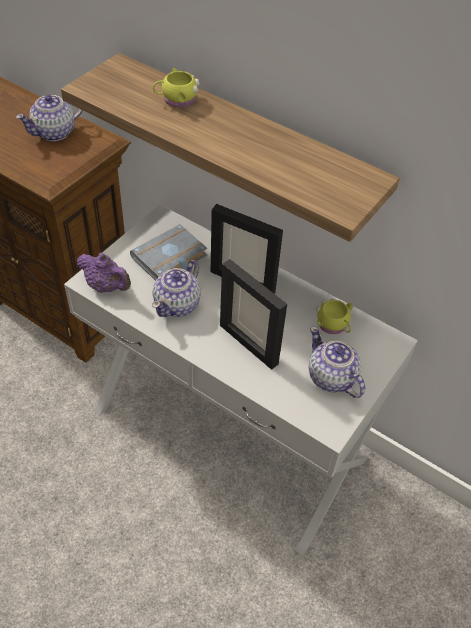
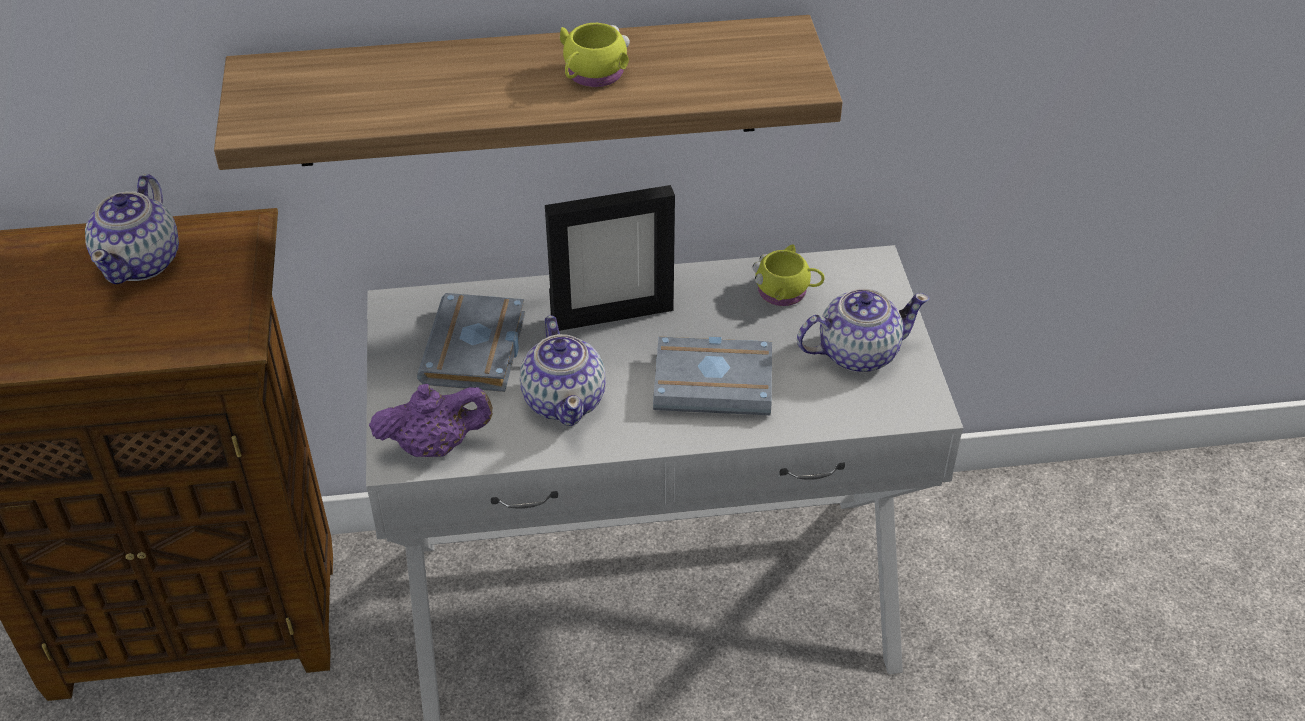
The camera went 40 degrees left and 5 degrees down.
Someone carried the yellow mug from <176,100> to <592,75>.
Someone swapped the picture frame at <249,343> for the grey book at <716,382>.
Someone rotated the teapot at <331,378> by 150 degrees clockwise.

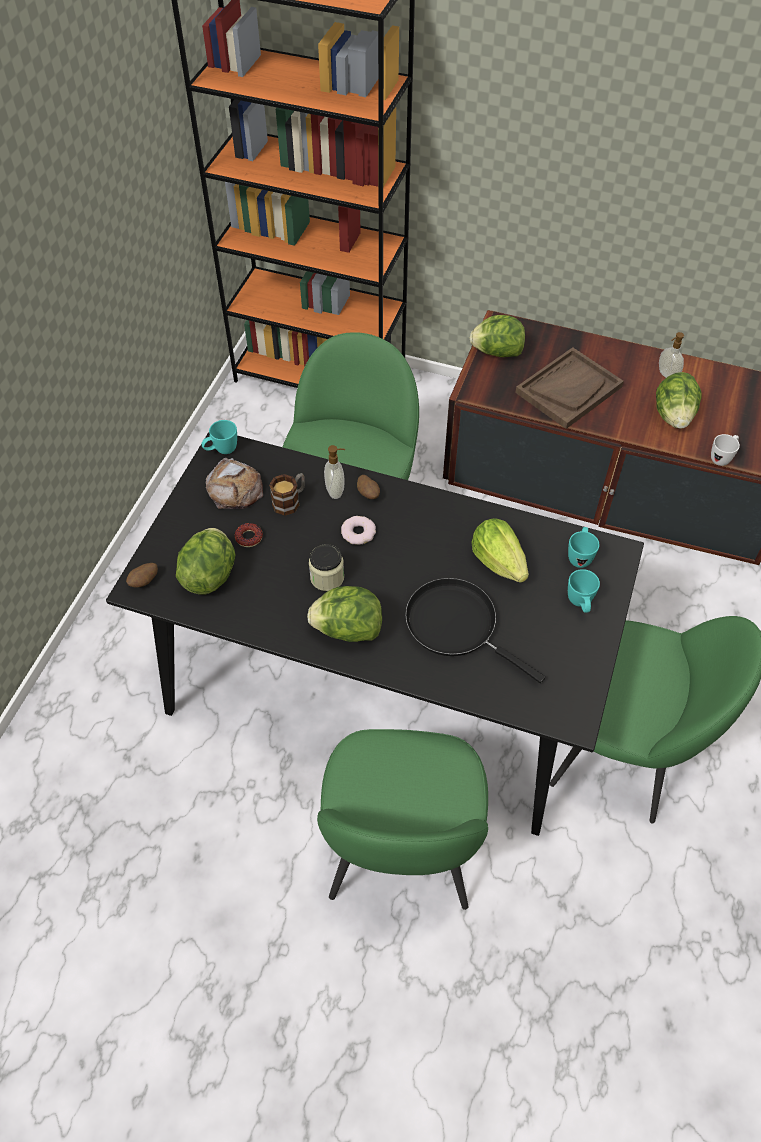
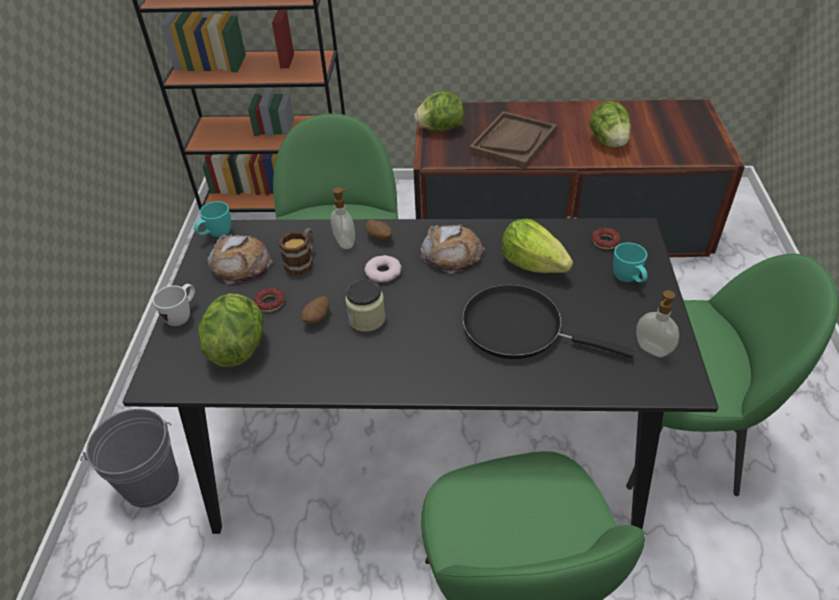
The camera went 15 degrees left and 10 degrees down.
Someone took away the lettuce at <347,629>.
Someone put down the grey bucket at <151,482>.
Someone put down the bread at <452,253>.
Someone carried the potato from <144,581> to <317,319>.
Someone carried the soap dispenser from <666,375> to <651,350>.
Someone carried the white mug from <722,458> to <183,315>.
Someone swapped the turquoise mug at <579,556> for the donut at <605,241>.

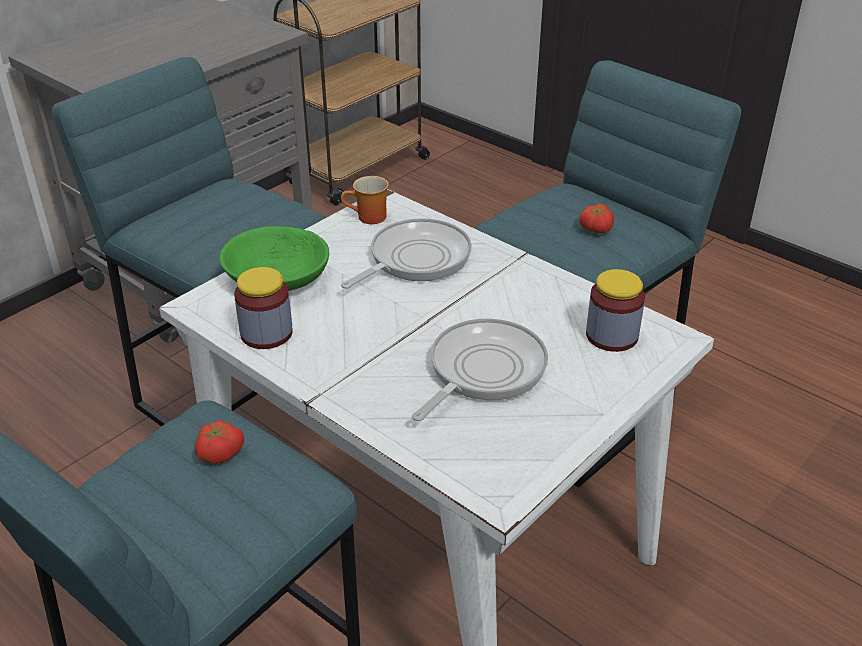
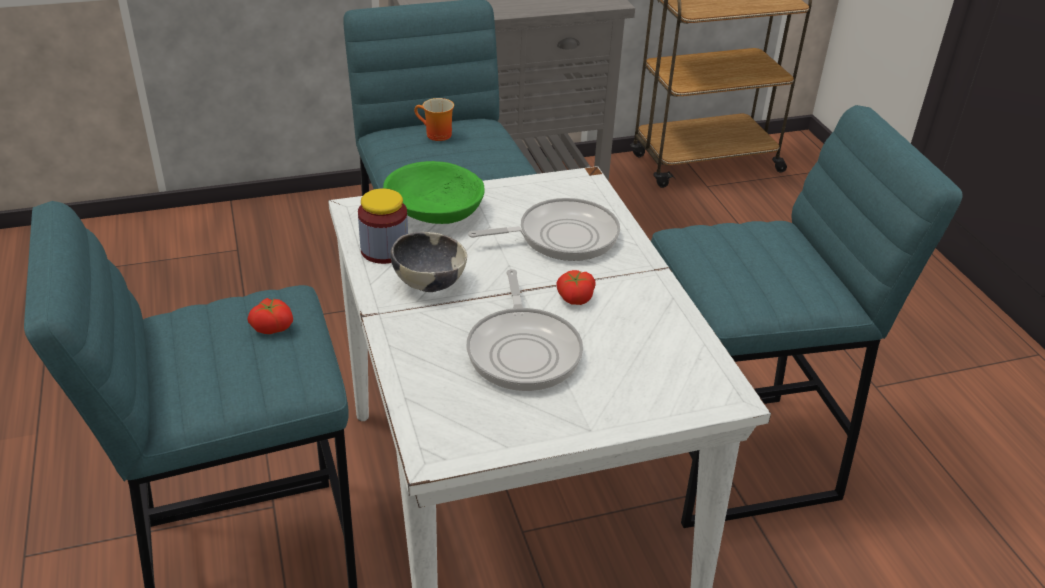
The camera went 30 degrees right and 0 degrees up.
Someone took away the jar at <611,336>.
Someone put down the bowl at <429,283>.
Someone carried the mug from <368,218> to <435,135>.
Someone carried the tomato from <595,229> to <574,297>.
Someone rotated the frying pan at <482,371> by 105 degrees clockwise.

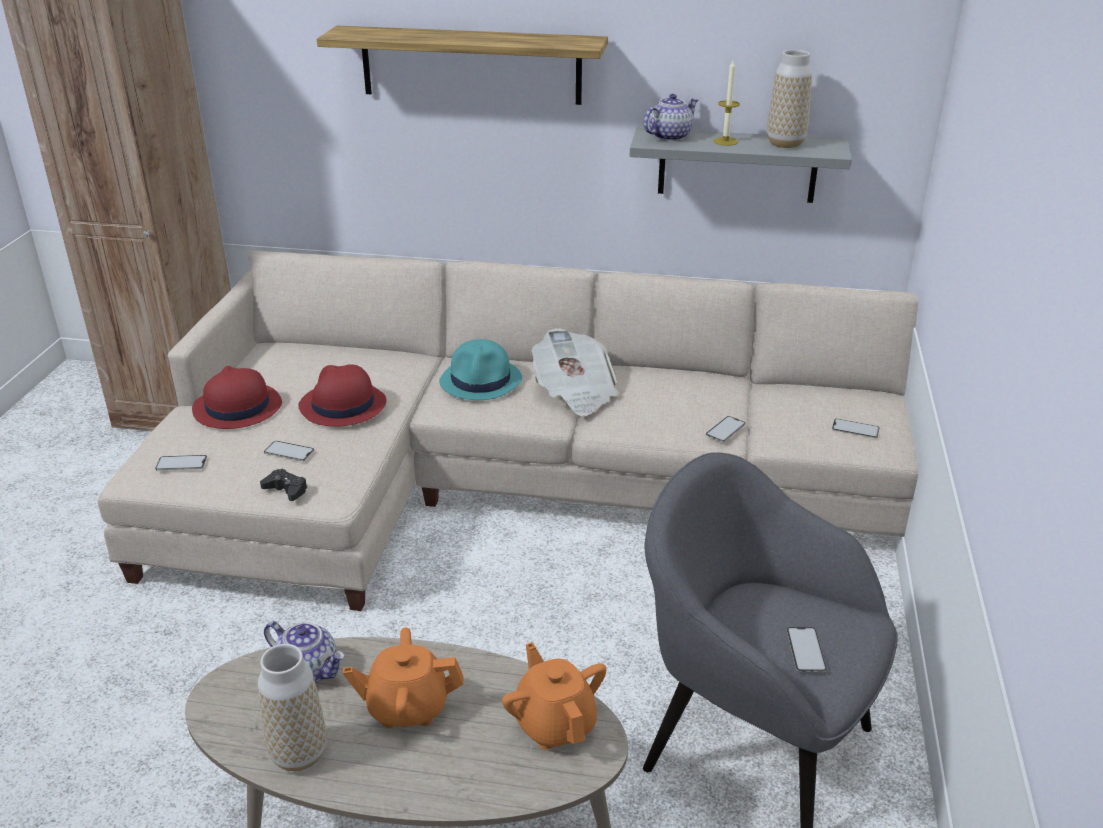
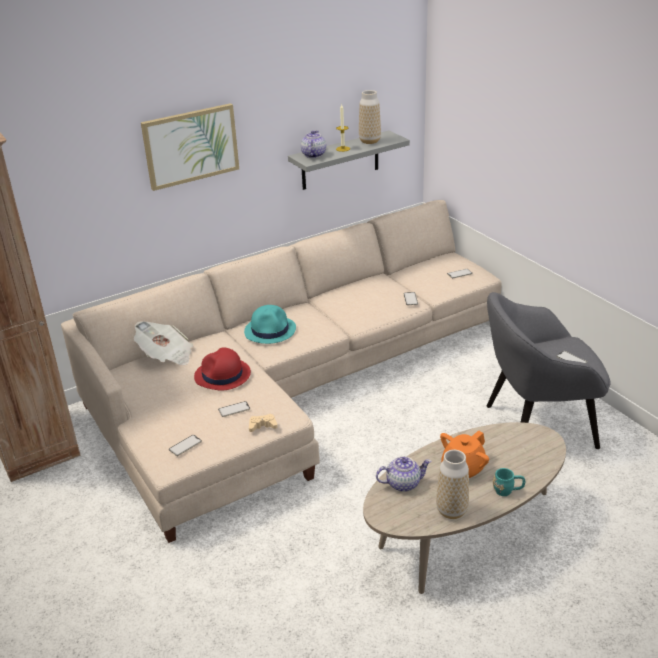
The camera went 40 degrees left and 0 degrees up.
Someone took away the red hat at <237,408>.
Someone took away the orange teapot at <555,723>.
Someone put down the turquoise mug at <508,491>.
Someone carried the newspaper from <574,392> to <166,355>.
Someone swapped the shelf at <471,65> for the picture at <191,146>.
Someone repainted the black game controller at <286,489>, which became the beige game controller at <262,426>.

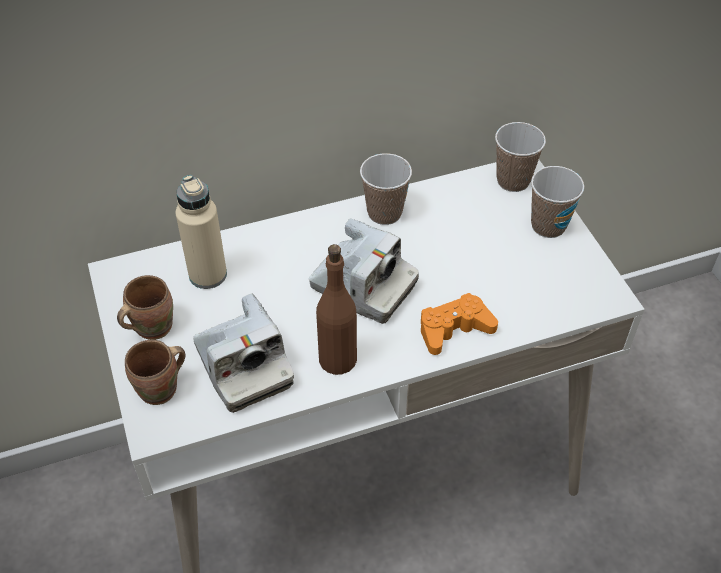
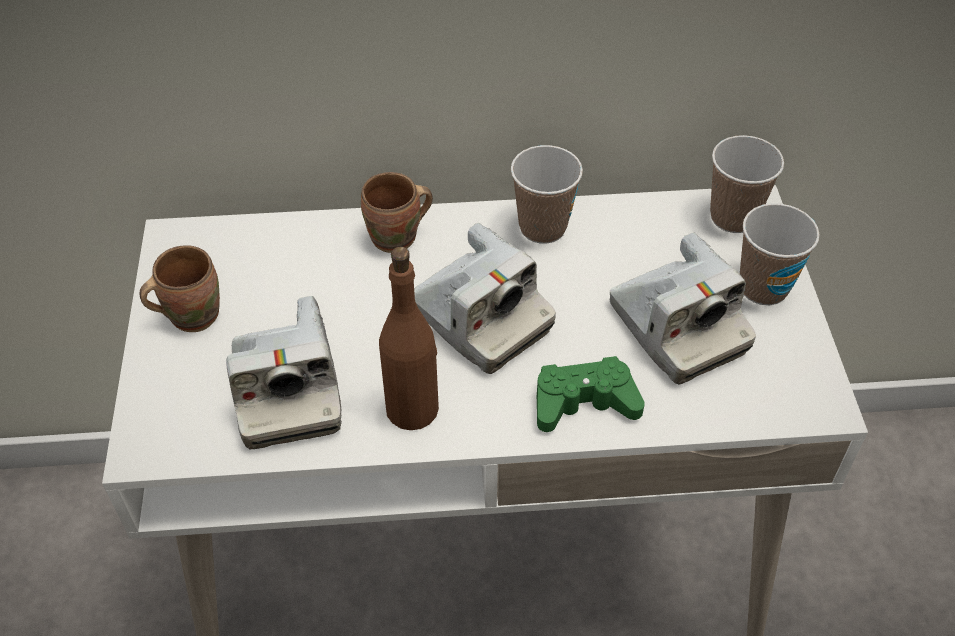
The camera went 15 degrees right and 0 degrees up.
Someone took away the beige bottle at <208,275>.
Someone put down the photo camera at <677,328>.
Someone carried the brown mug from <161,390> to <397,239>.
Someone repainted the orange game controller at <454,329>, which became the green game controller at <584,402>.

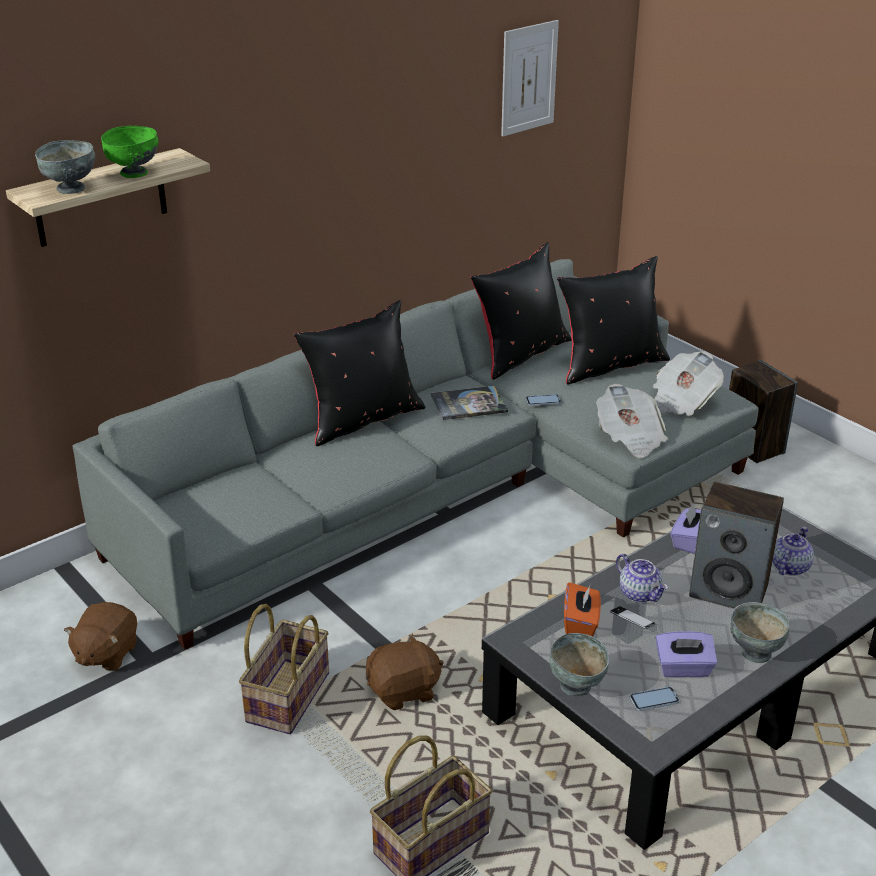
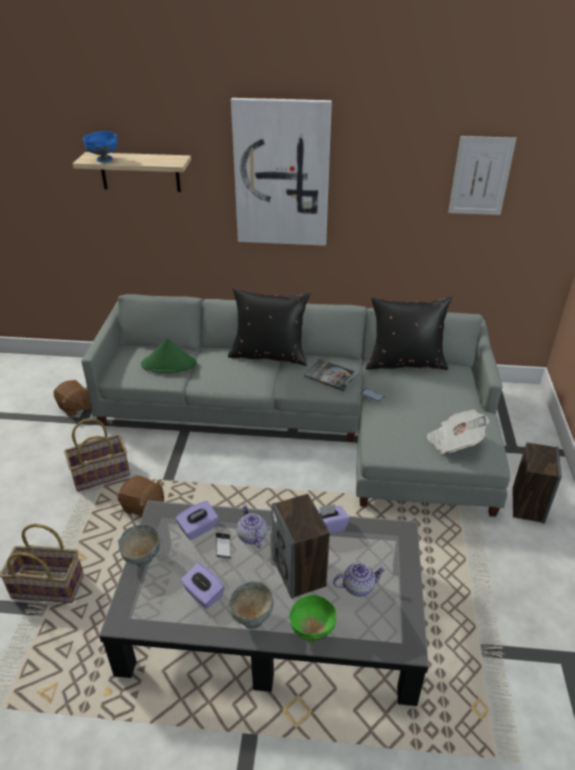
The camera went 45 degrees right and 5 degrees up.
Someone took away the black pillow at <610,365>.
Someone took away the newspaper at <630,438>.
Someone took away the phone at <654,700>.
Someone put down the green hat at <169,364>.
Someone put up the picture at <281,174>.
Someone carried the green bowl from <134,174> to <312,633>.
Someone repainted the grey bowl at <71,189>, which became the blue bowl at <104,160>.
Someone repainted the orange tissue box at <581,623>, which became the purple tissue box at <198,528>.
Someone rotated the brown plush toy at <106,654> by 105 degrees counterclockwise.
Someone rotated the teapot at <640,593> by 150 degrees clockwise.

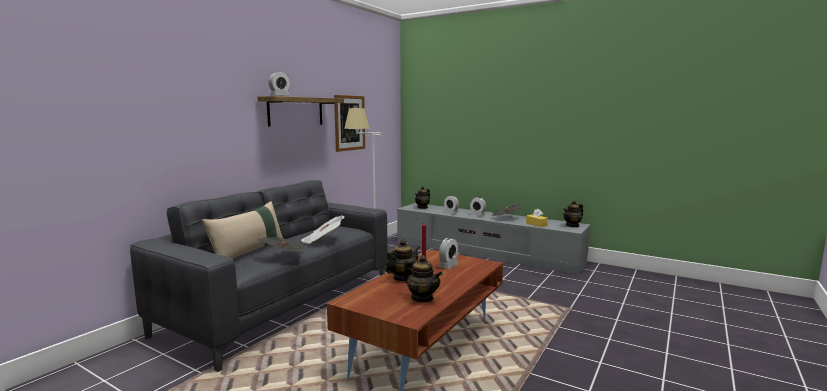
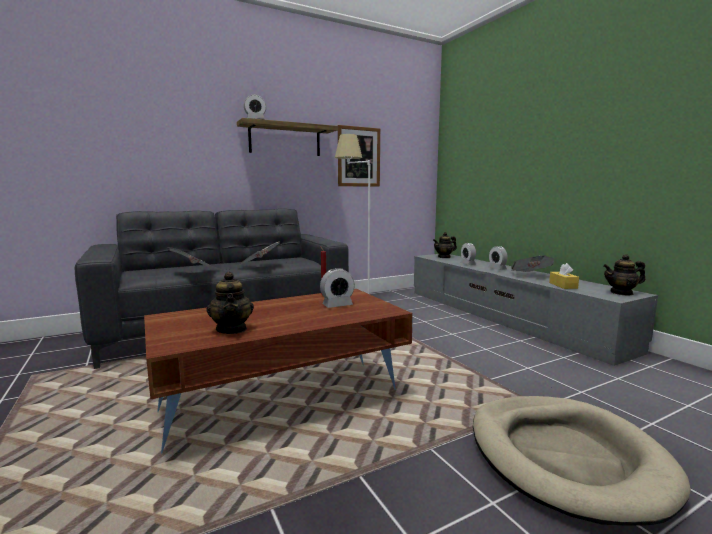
The camera went 30 degrees right and 0 degrees up.
Someone took away the beige pillow at <248,252>.
Someone took away the teapot at <402,278>.
Someone put down the beige dog bed at <565,458>.

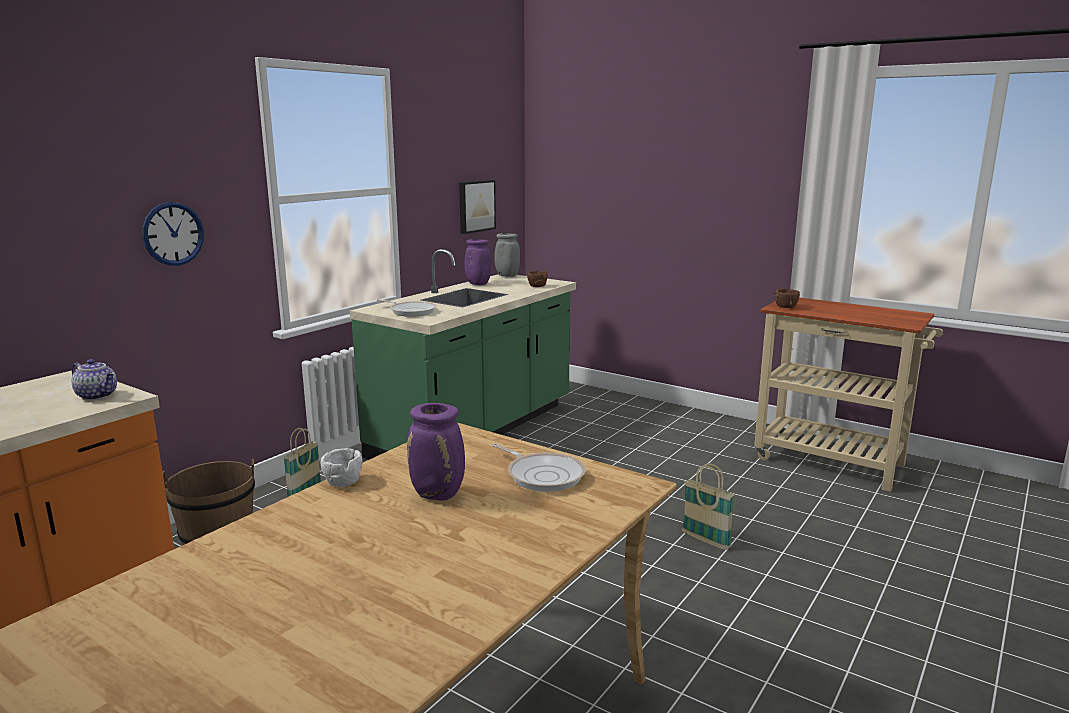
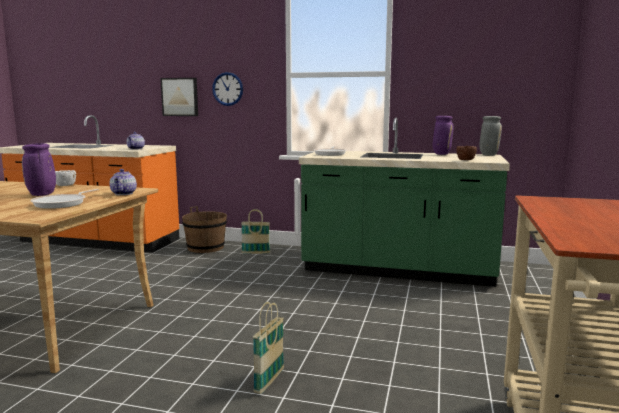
The camera went 70 degrees right and 5 degrees down.
Someone took away the brown bowl at <785,307>.
Someone put down the teapot at <124,193>.
Someone carried the picture from <475,206> to <180,97>.

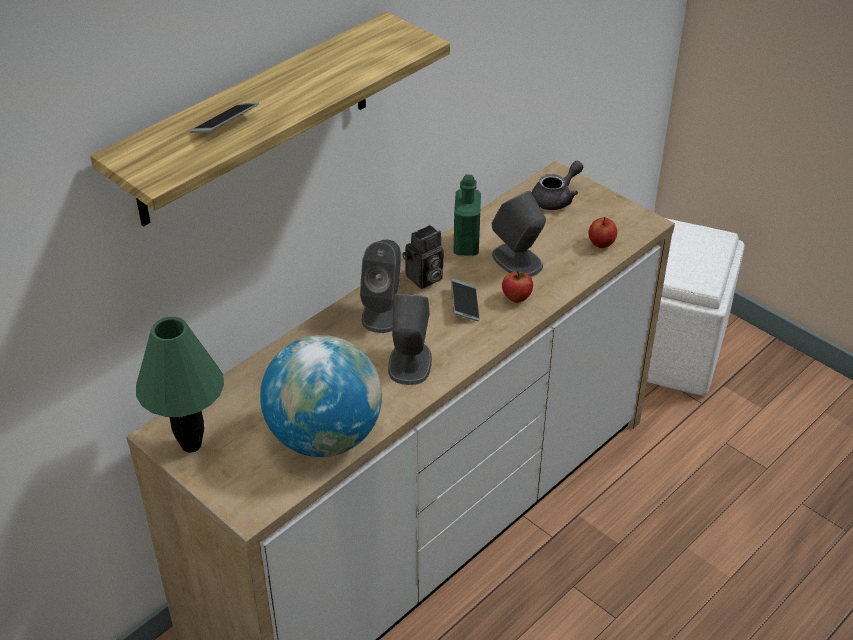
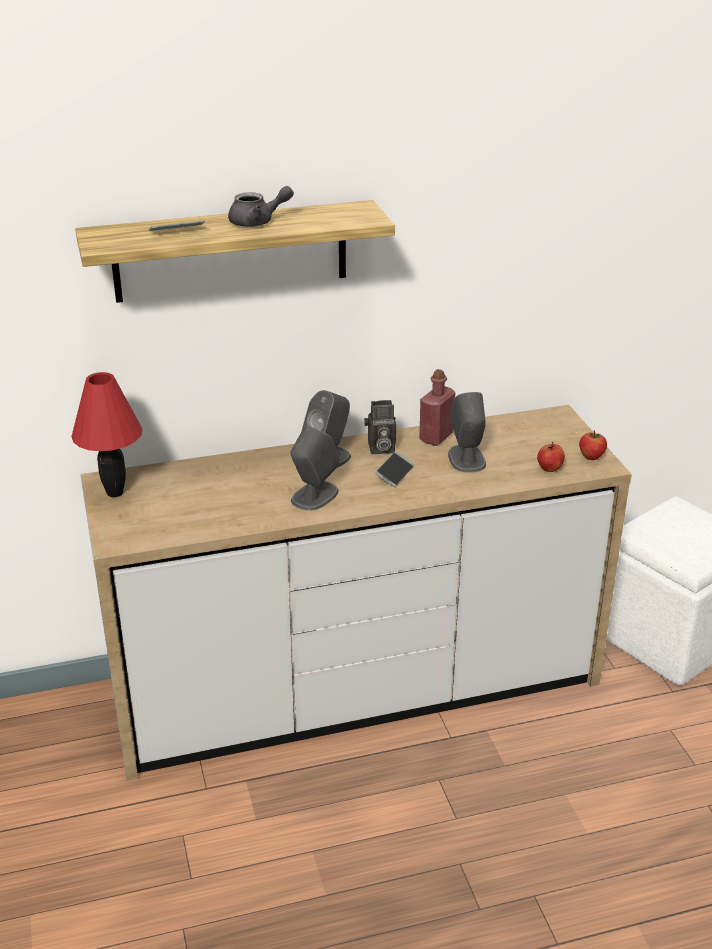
The camera went 30 degrees right and 10 degrees down.
Someone took away the globe at <324,437>.
Someone carried the apple from <516,298> to <591,457>.
Someone carried the grey teapot from <556,199> to <258,222>.
Someone repainted the green table lamp at <190,445>, which became the red table lamp at <114,493>.
Someone repainted the green bottle at <466,245>, which became the red bottle at <436,437>.

